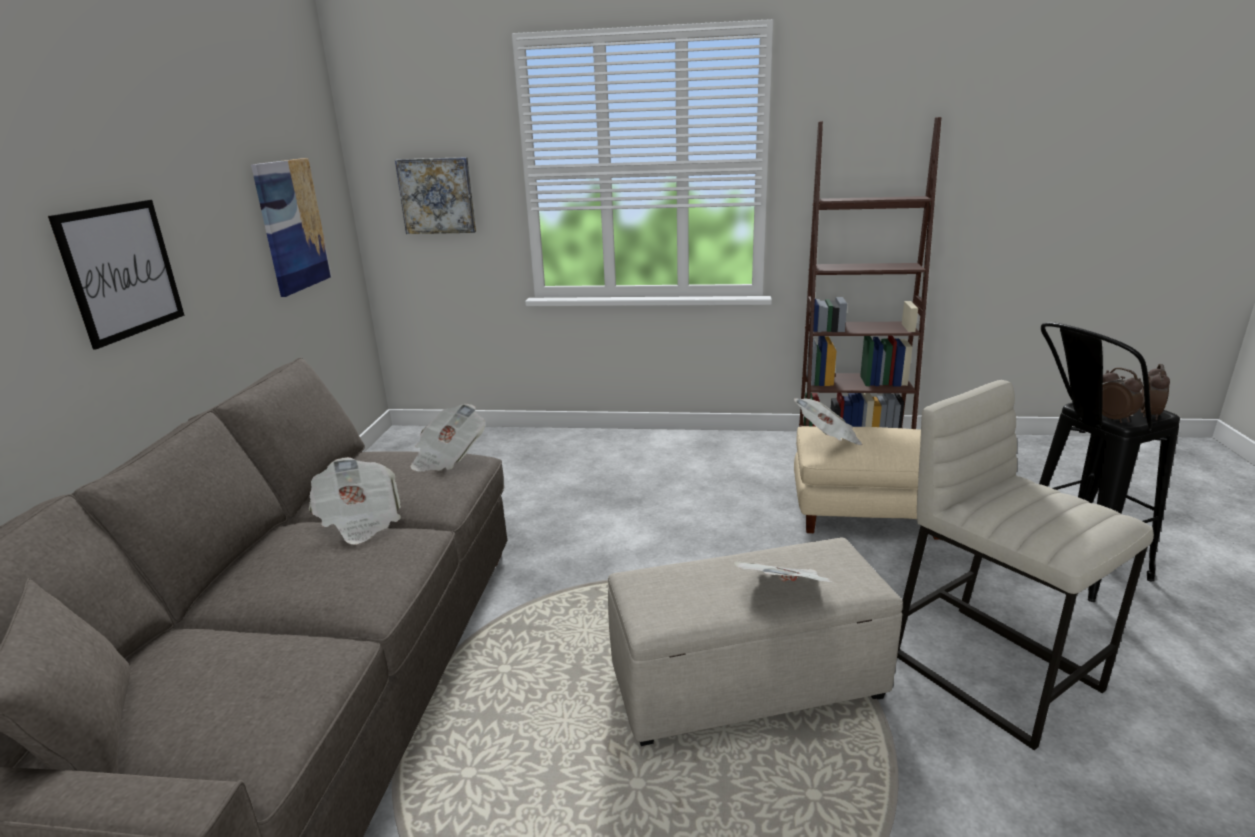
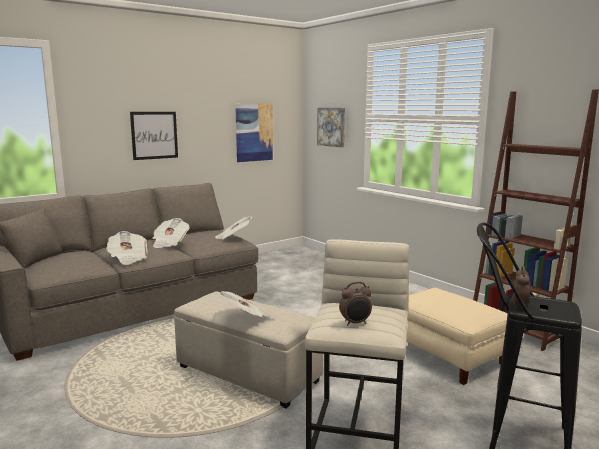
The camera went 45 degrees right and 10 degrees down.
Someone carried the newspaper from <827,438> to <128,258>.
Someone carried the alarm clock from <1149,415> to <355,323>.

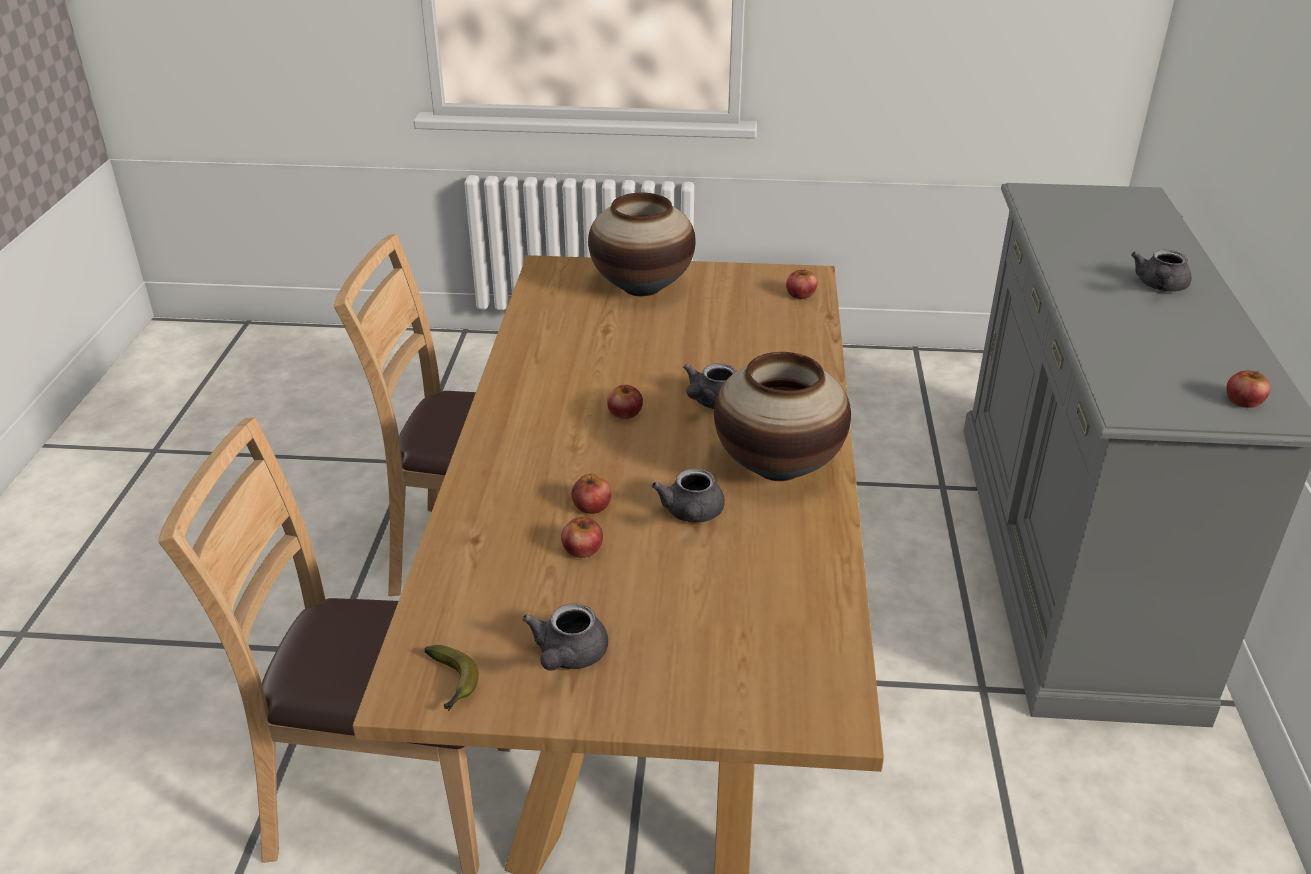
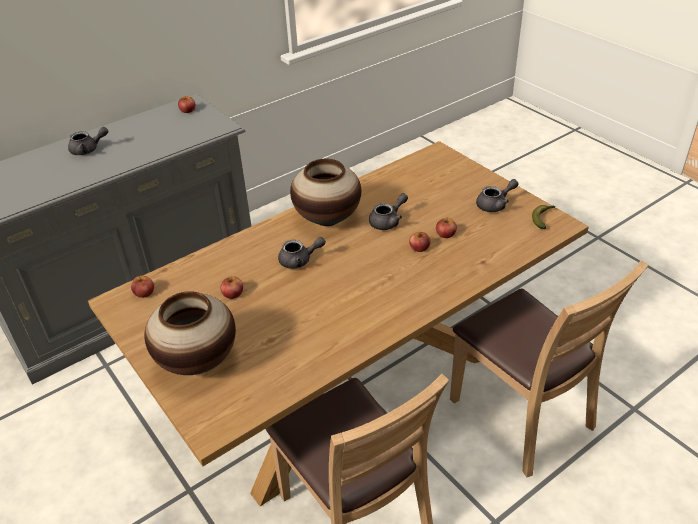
The camera went 130 degrees left and 5 degrees up.
Someone carried the apple from <625,412> to <233,293>.

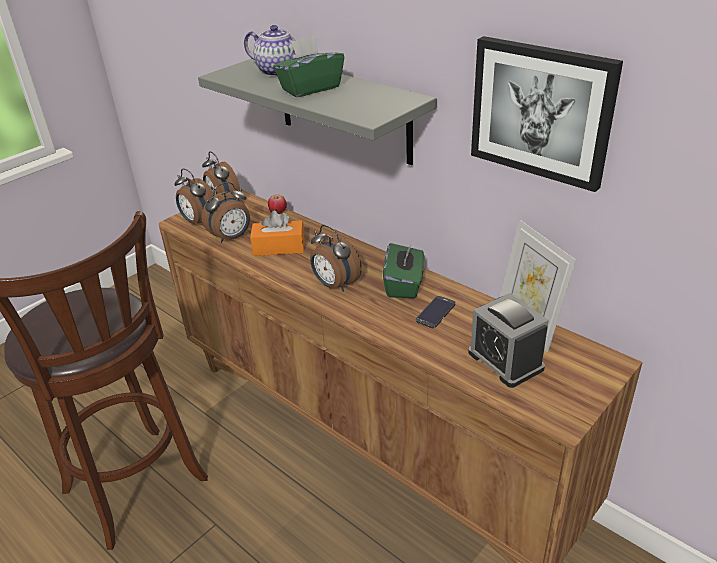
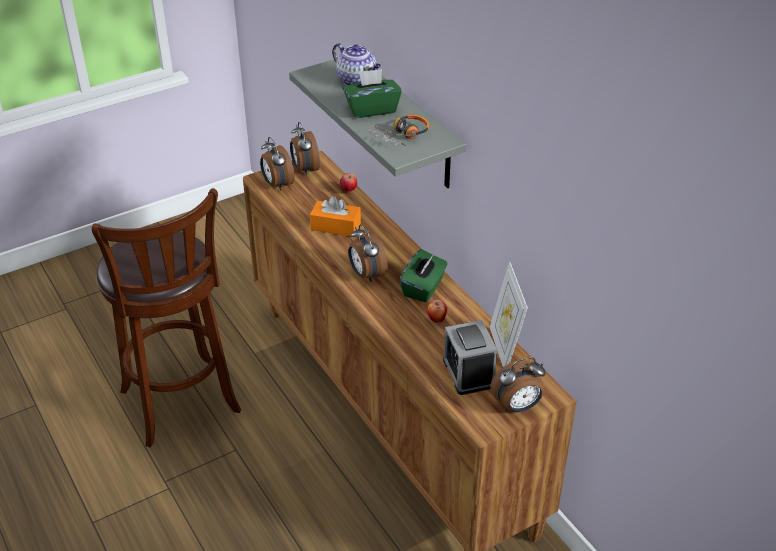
The camera went 15 degrees right and 5 degrees up.
Someone took away the picture at <541,111>.
Someone put down the headphones at <402,135>.
Someone carried the alarm clock from <231,238> to <517,406>.
Someone swapped the phone at <436,312> for the apple at <436,319>.

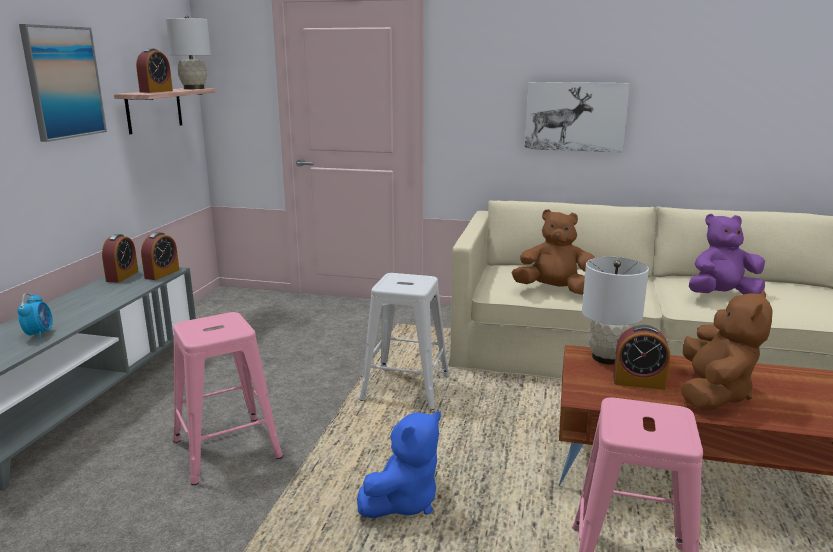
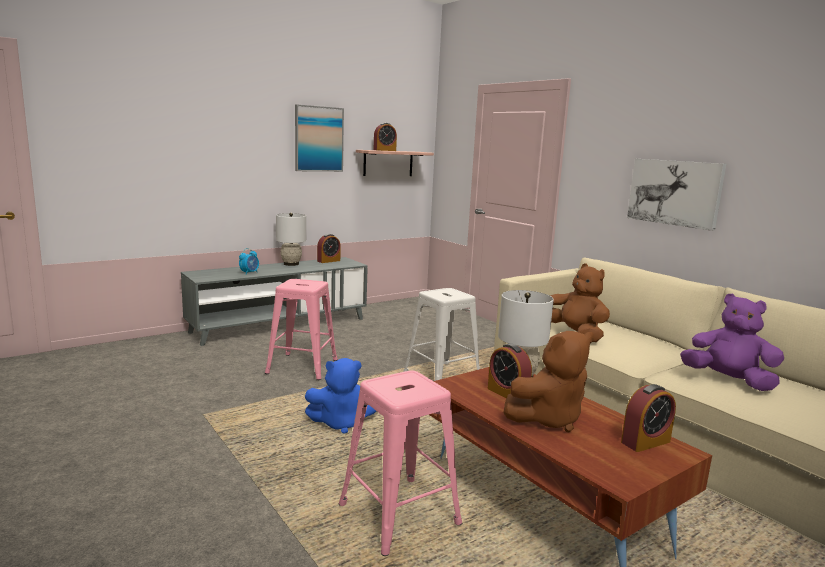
The camera went 40 degrees right and 5 degrees down.
Someone carried the alarm clock from <162,274> to <645,442>.
Someone carried the white table lamp from <194,88> to <291,264>.

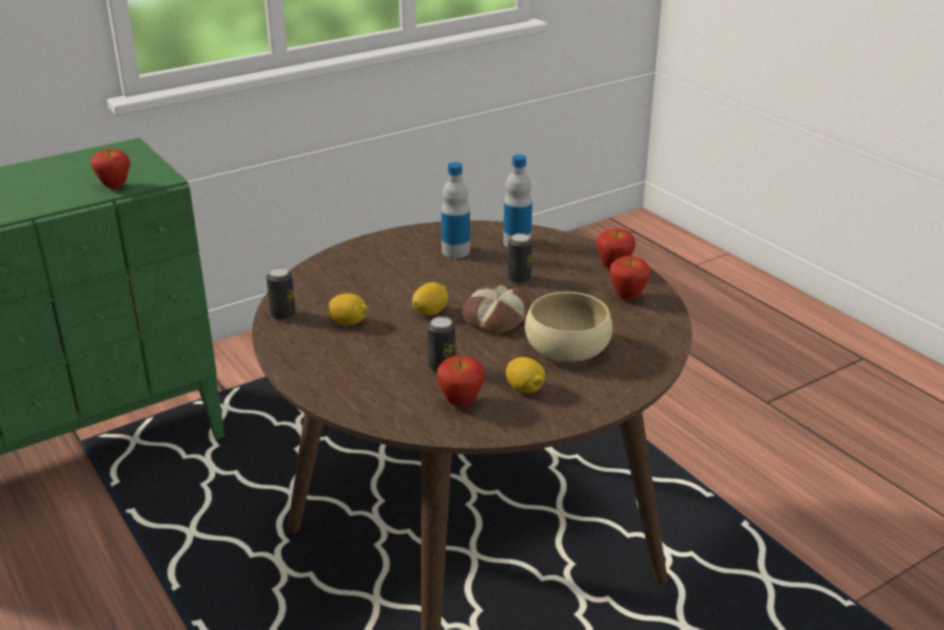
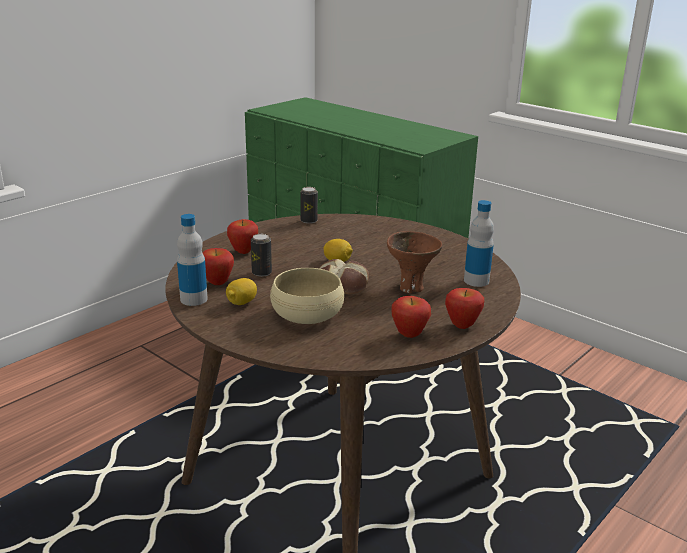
The camera went 75 degrees right and 5 degrees down.
Someone took away the lemon at <348,322>.
Someone carried the apple from <115,187> to <243,252>.
Someone carried the bottle from <455,251> to <194,299>.
Someone swapped the can at <519,279> for the brown bowl at <411,287>.

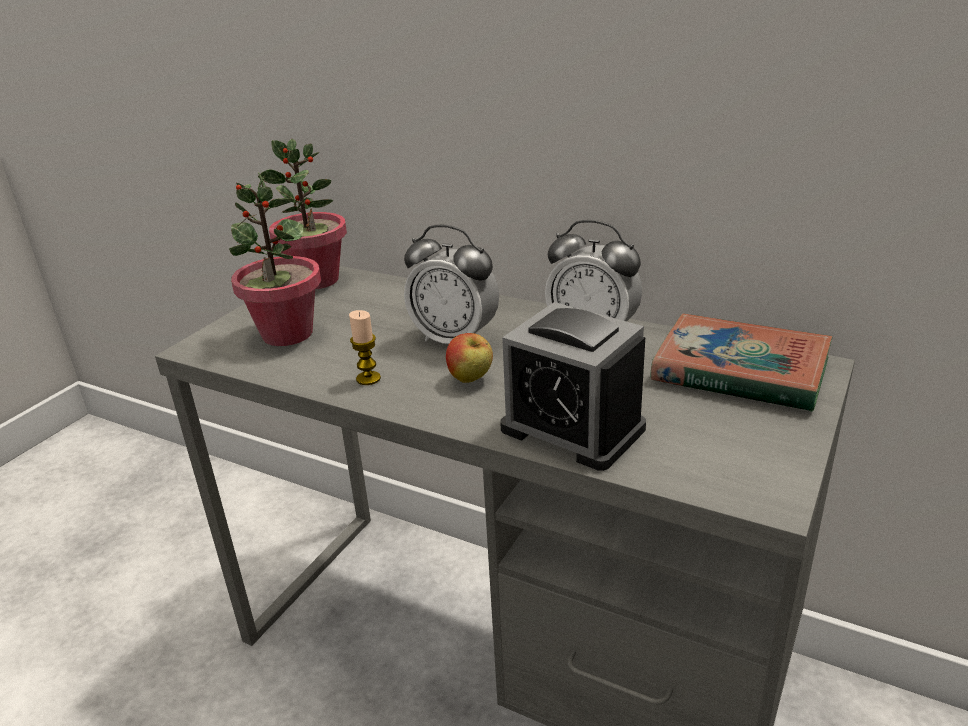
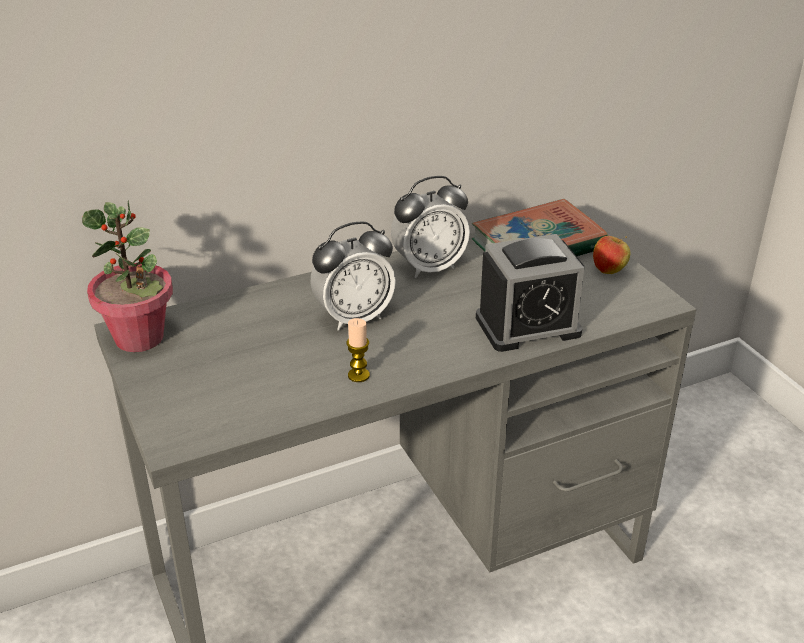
The camera went 55 degrees left and 5 degrees up.
Someone took away the potted plant at <287,334>.
Someone carried the apple from <470,379> to <609,270>.

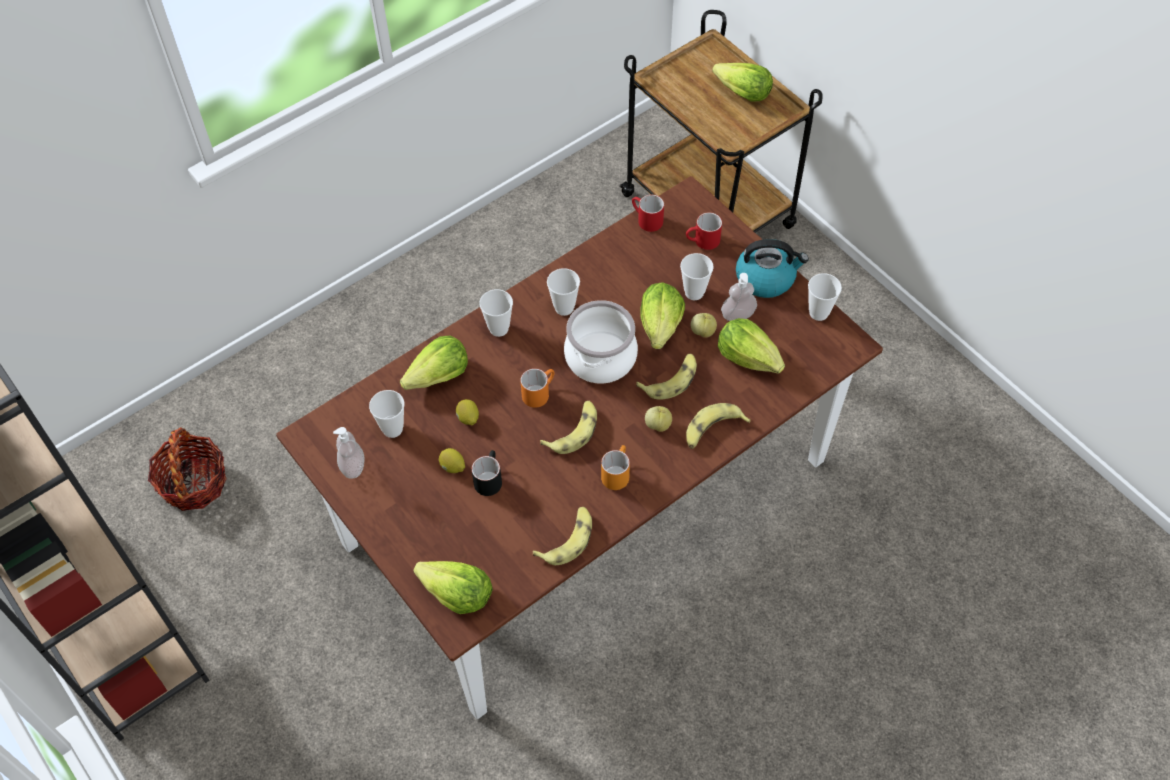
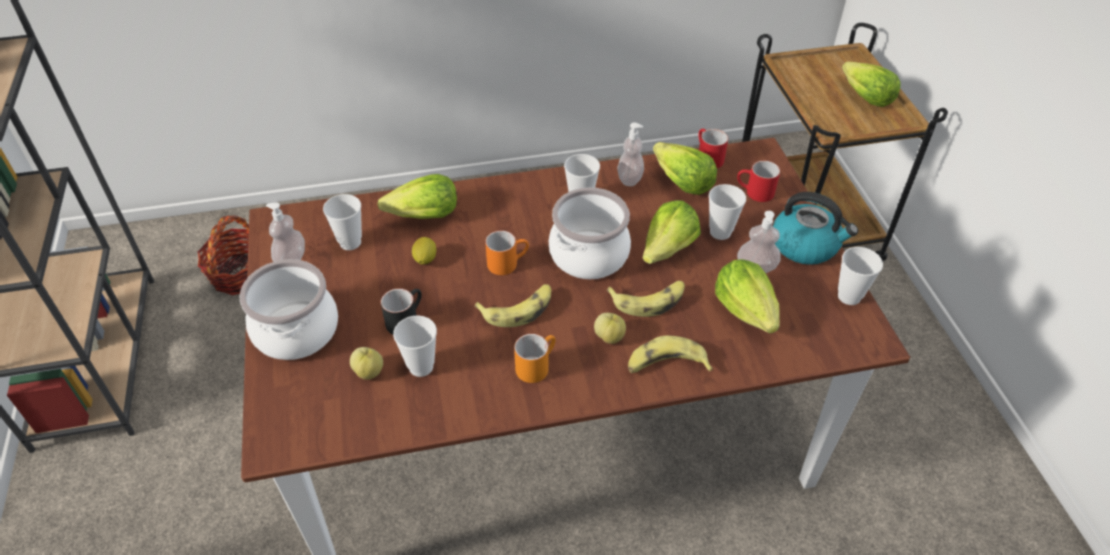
The camera went 25 degrees right and 10 degrees down.
Someone took away the lemon at <452,467>.
Someone took away the banana at <567,539>.
Someone put down the cooking pot at <295,331>.
Someone put down the soap dispenser at <629,179>.
Someone carried the lettuce from <456,594> to <681,182>.
Someone carried the cup from <499,328> to <421,367>.
Someone carried the apple from <703,331> to <369,372>.

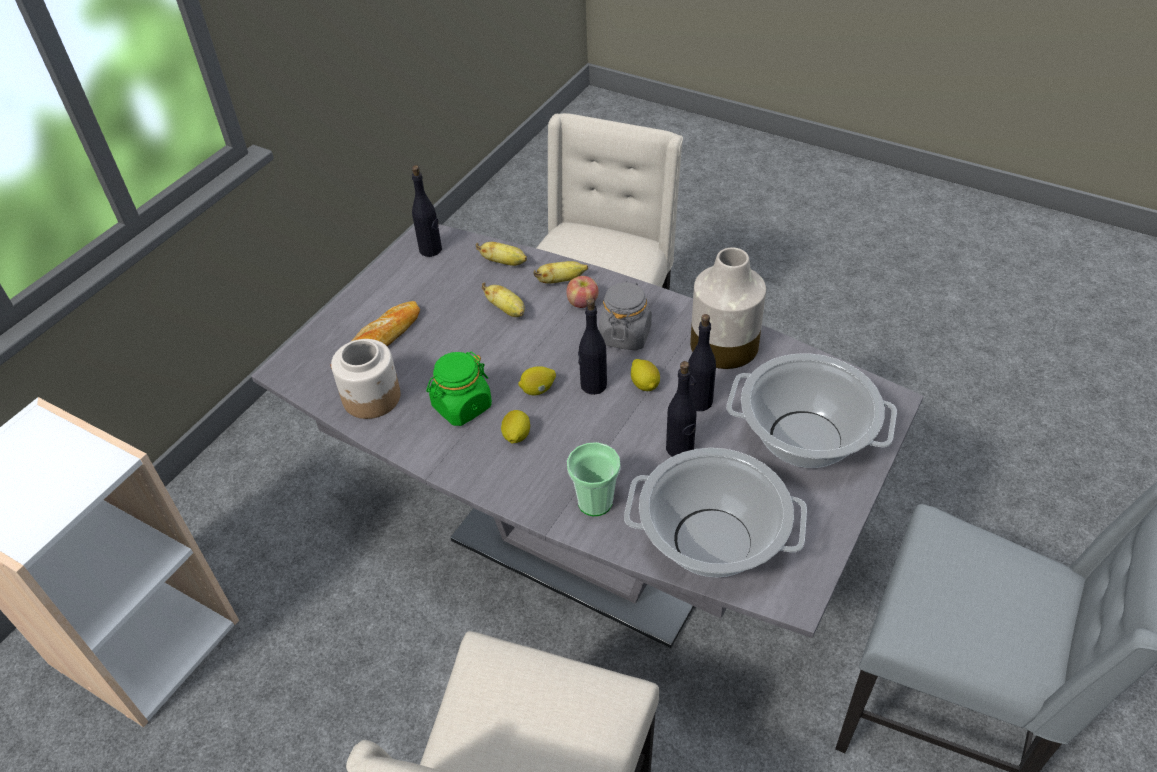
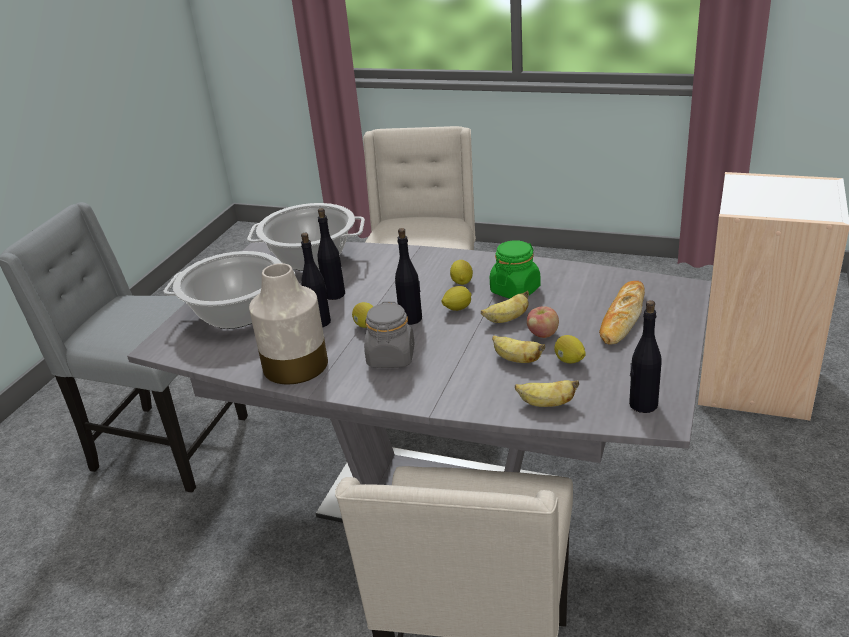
The camera went 170 degrees right and 15 degrees down.
Someone took away the jar at <371,398>.
Someone took away the cup at <595,502>.
Someone put down the lemon at <569,361>.
Someone carried the banana from <561,280> to <507,319>.
Someone carried the apple from <582,303> to <542,334>.

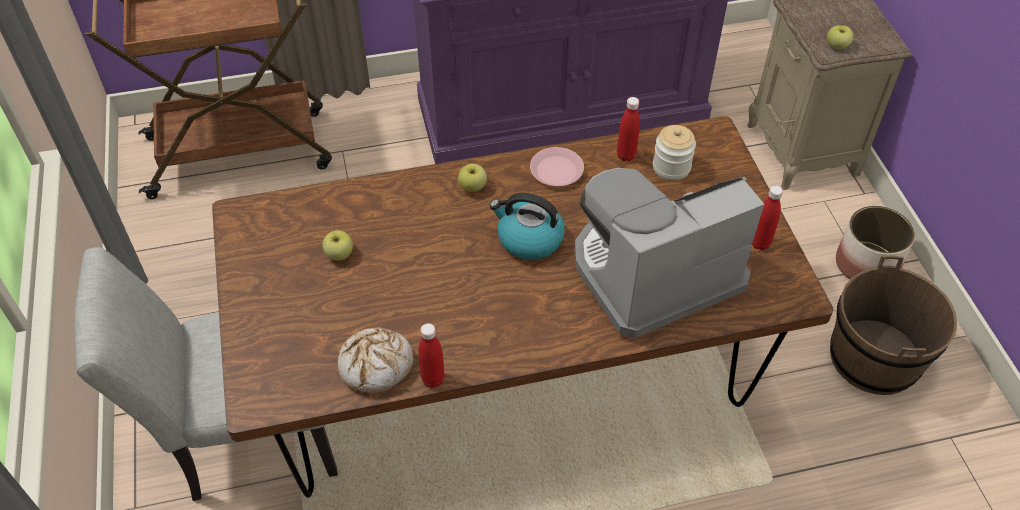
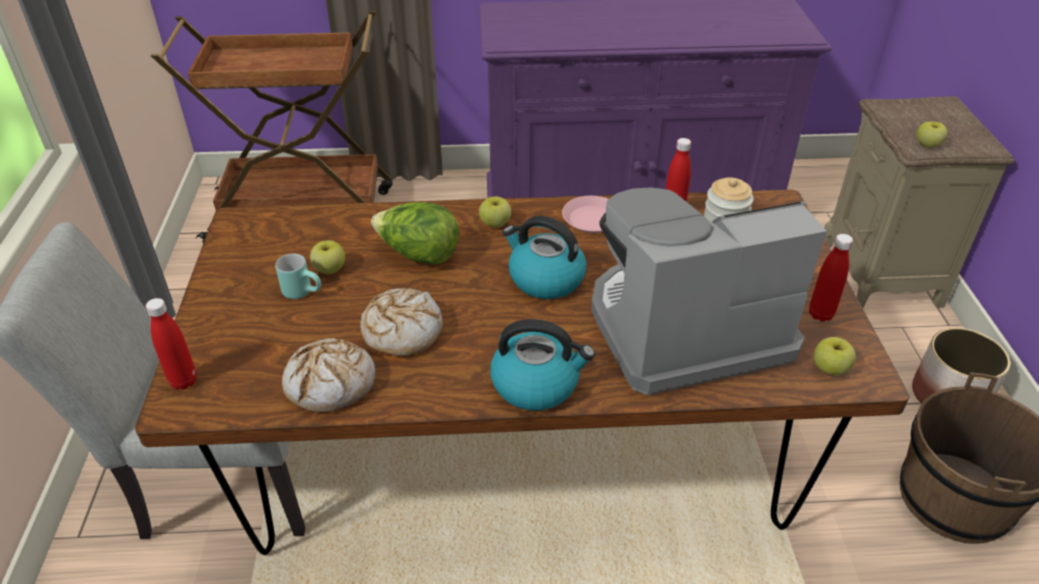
The camera went 10 degrees right and 10 degrees down.
Someone put down the turquoise mug at <304,292>.
Someone put down the bread at <402,330>.
Someone put down the lettuce at <418,255>.
Someone put down the kettle at <537,384>.
Someone put down the apple at <830,369>.
Someone carried the red bottle from <433,379> to <184,381>.

